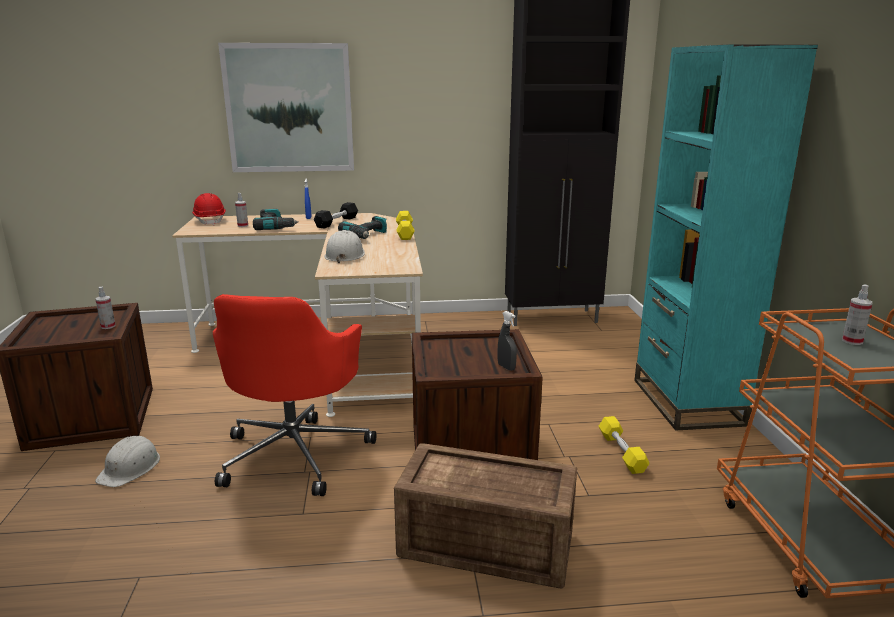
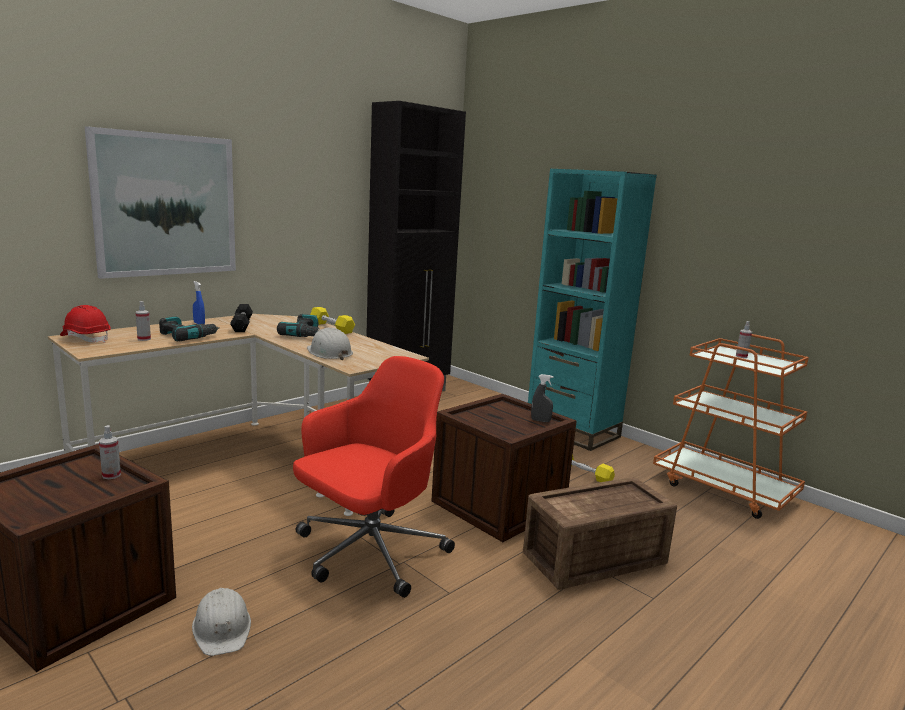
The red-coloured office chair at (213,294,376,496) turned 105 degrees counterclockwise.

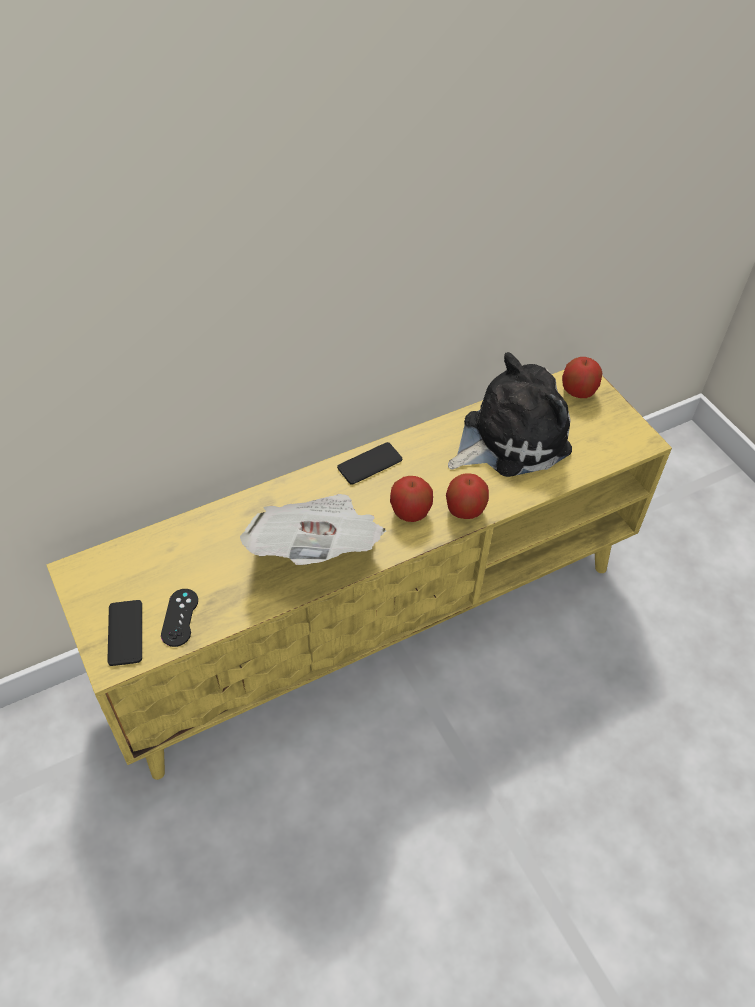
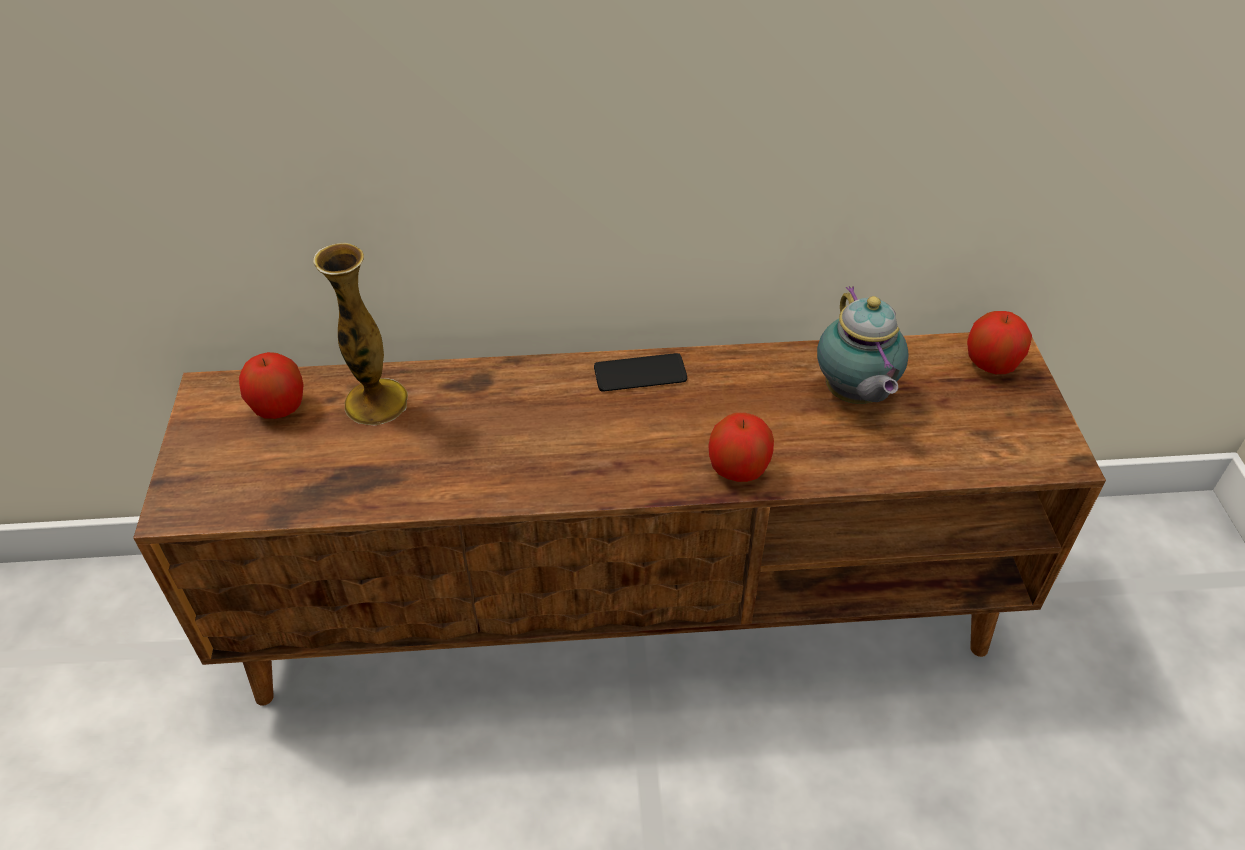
The yellow media console at (46,370,672,780) became the brown-coloured media console at (133,332,1106,706). The handset at (107,600,142,666) disappeared. The blackish gamepad at (161,589,198,647) disappeared. The daily paper at (240,494,386,565) disappeared. The apple moved from (390,476,433,522) to (239,352,304,419). The soft toy at (448,352,572,477) was replaced by the pot for tea at (817,286,909,404). The vase at (313,243,408,425) appeared.

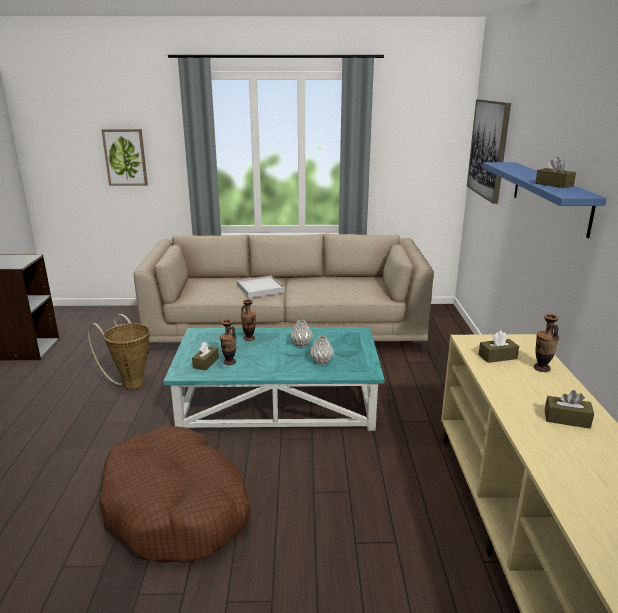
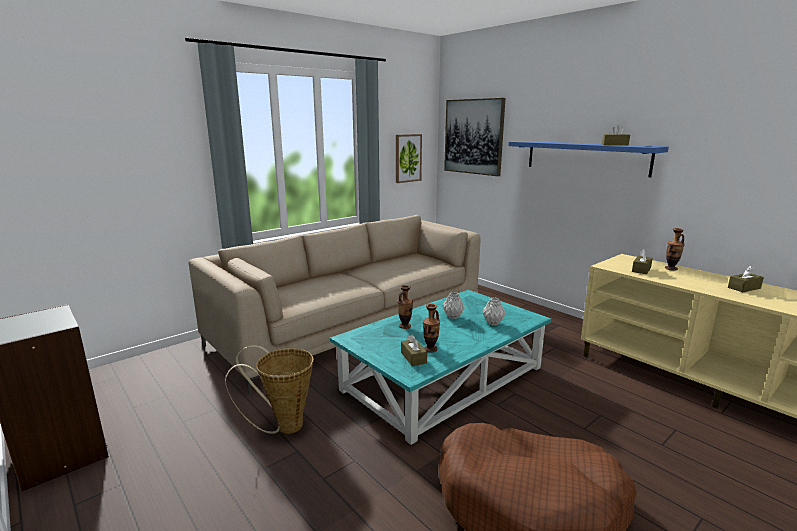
The wall picture moved from (101,129,148,186) to (396,134,422,183). The whitish tray at (237,276,285,298) disappeared.

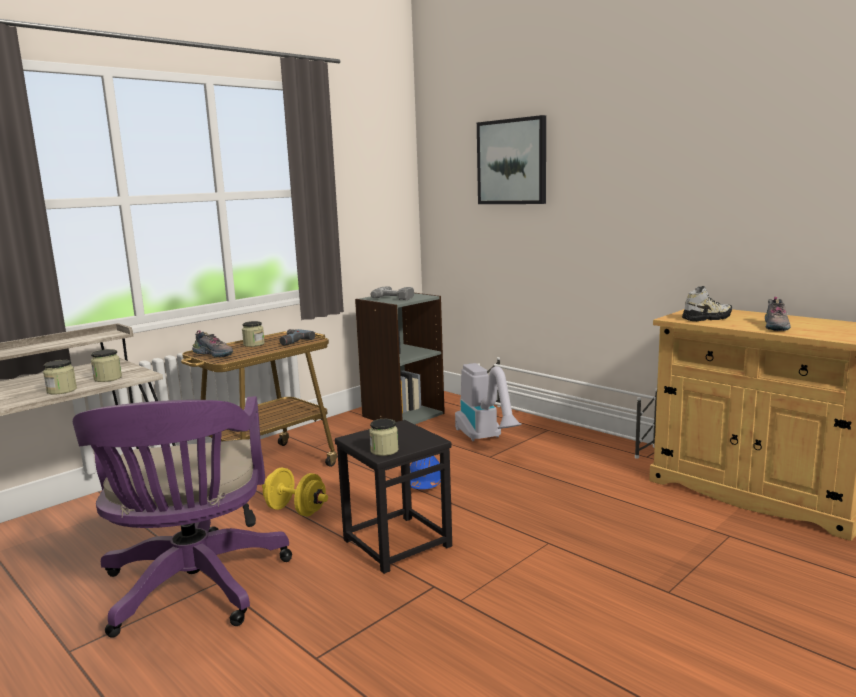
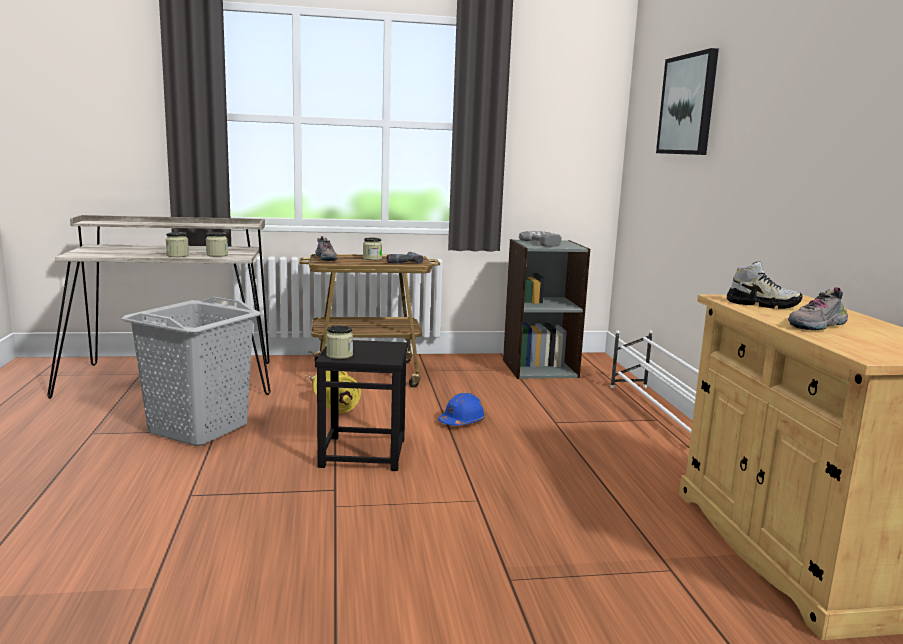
The purple-coloured office chair at (73,396,292,638) was replaced by the gray laundry basket at (121,297,261,446). The vacuum cleaner at (455,363,522,441) disappeared.

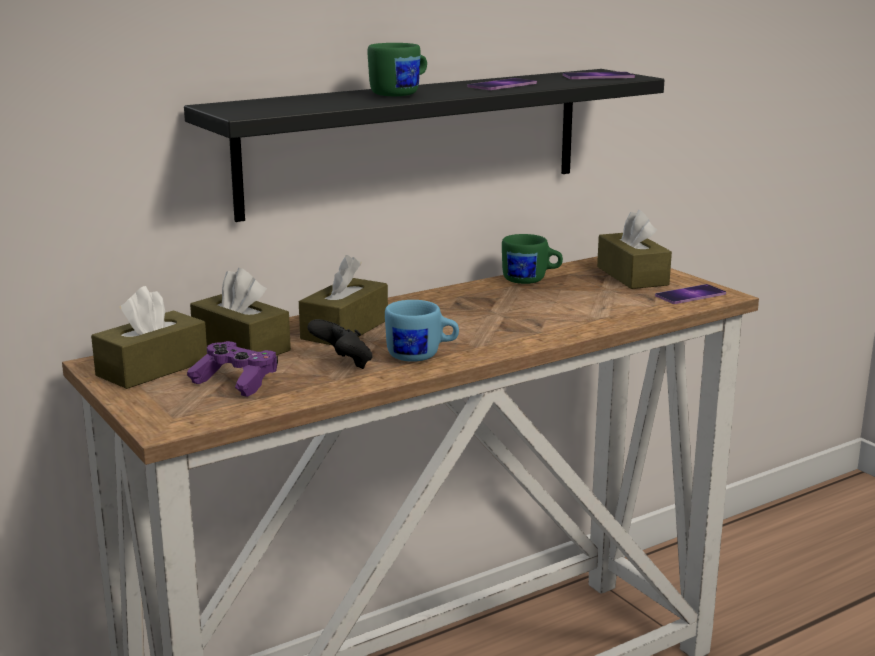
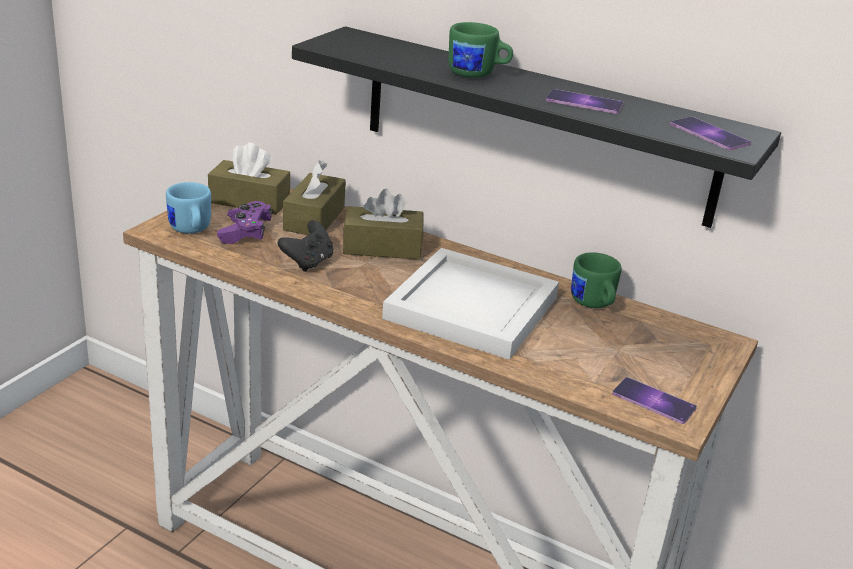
The blue-coloured tea mug moved from (385,300,459,362) to (166,182,211,233). The brown-coloured tissue holder at (597,210,672,289) disappeared. The whitish tray at (382,248,559,360) appeared.

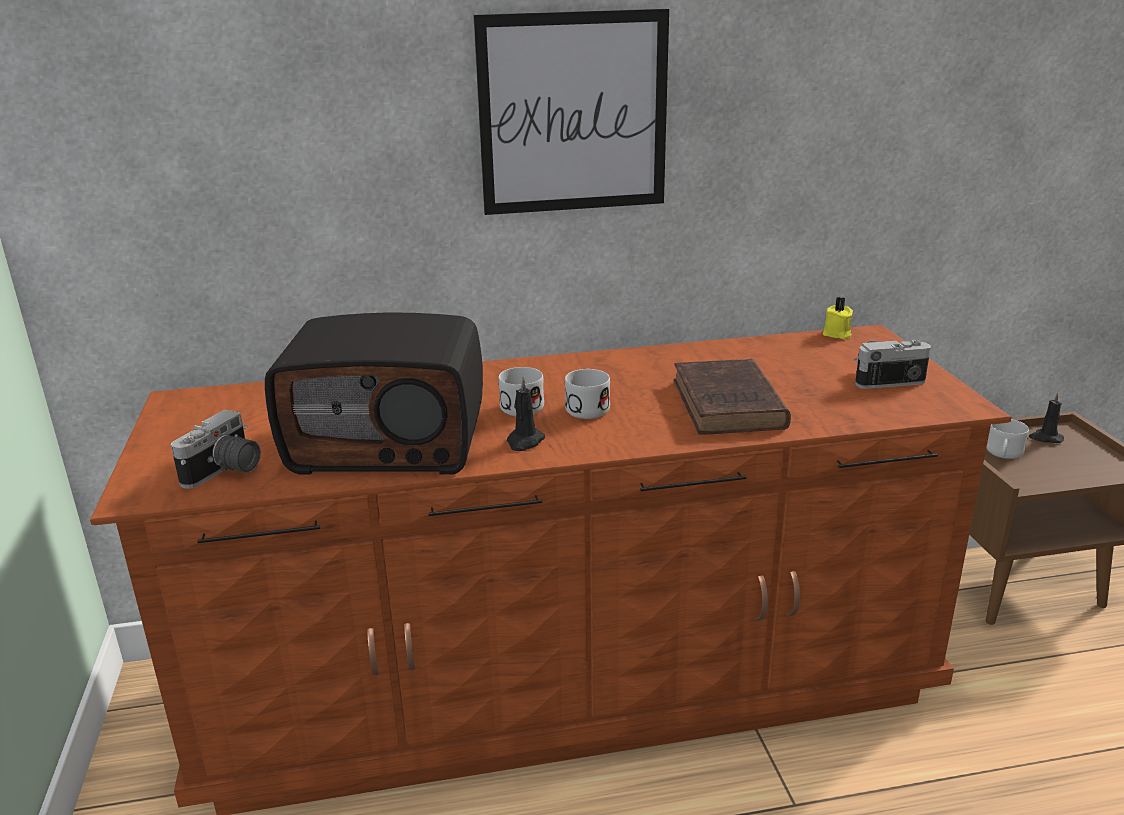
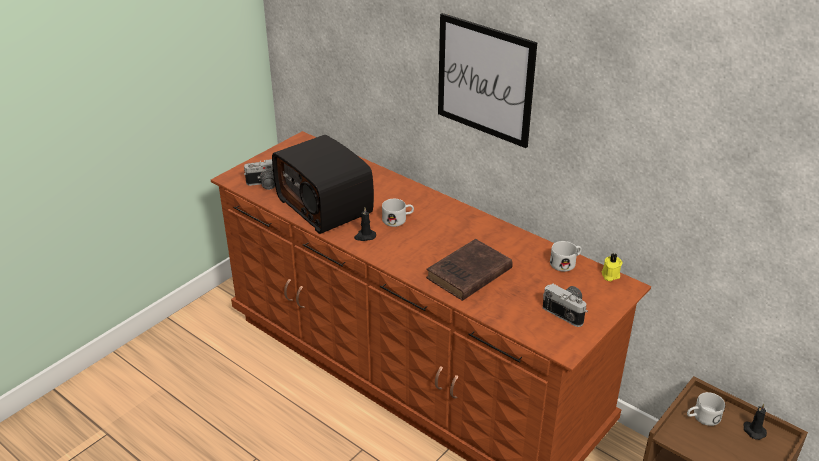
The whitish tea mug moved from (565,369,610,419) to (550,241,582,272).

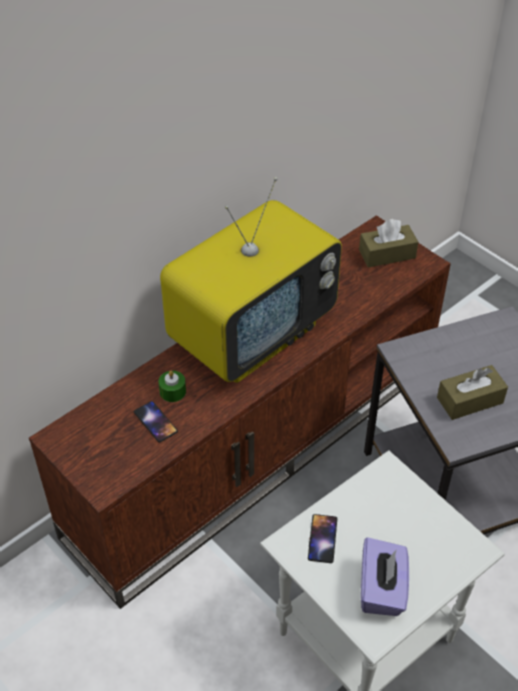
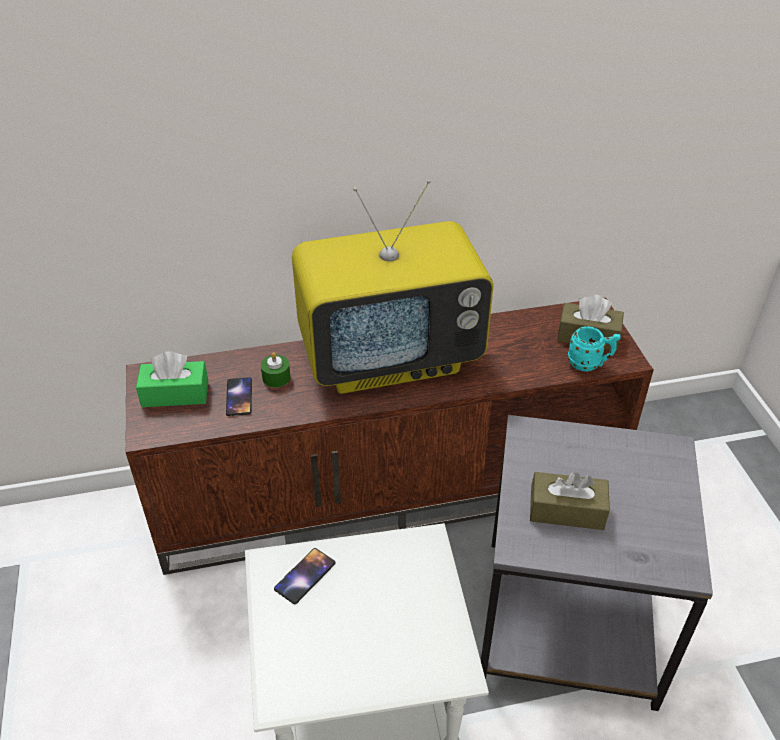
The purple-coloured tissue holder at (361,537,409,616) disappeared. The green-coloured tissue holder at (136,351,208,407) appeared. The turquoise tea mug at (568,326,621,372) appeared.

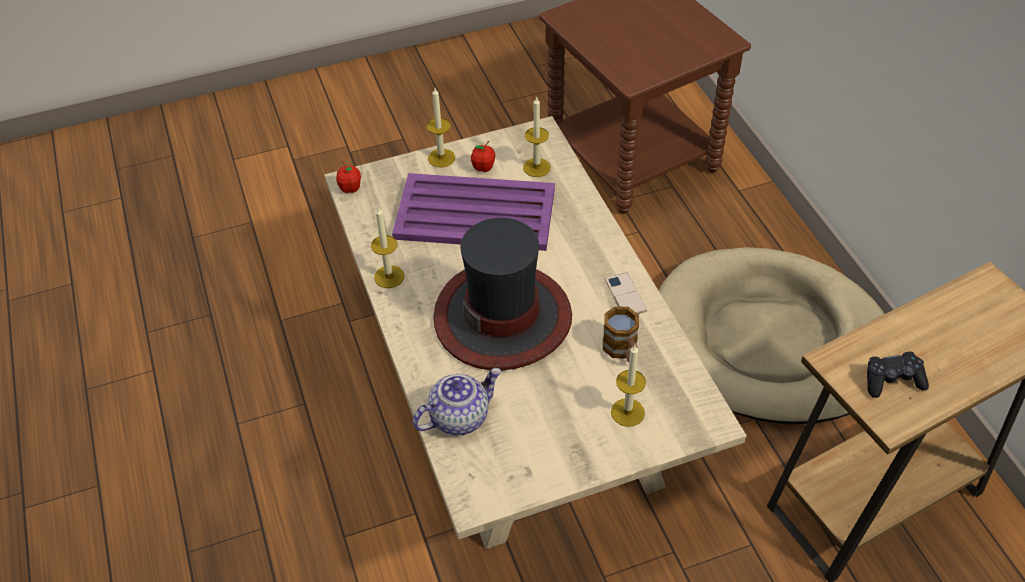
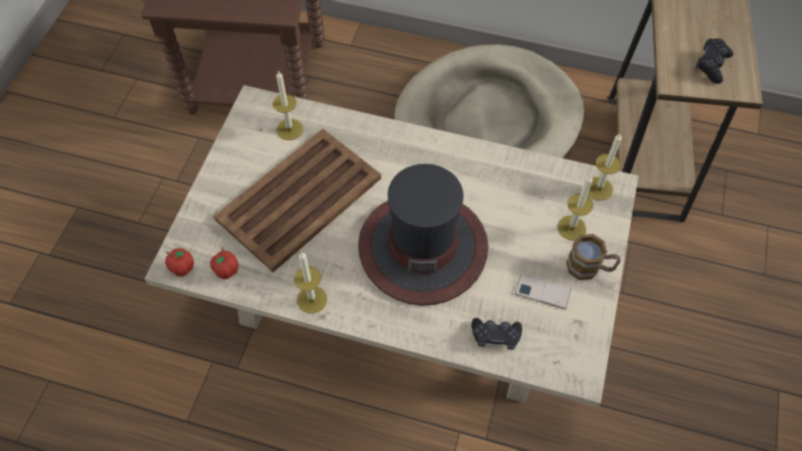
The purple-coloured tray at (392,173,555,251) became the brown-coloured tray at (214,129,381,272). The pot for tea at (412,368,501,435) was replaced by the blackish gamepad at (471,318,522,350). The wax light moved from (427,88,455,167) to (588,133,622,200). The apple moved from (471,141,495,172) to (210,247,238,279). The tea mug moved from (603,306,639,362) to (566,234,620,280). The handset moved from (605,272,647,314) to (515,274,572,310).

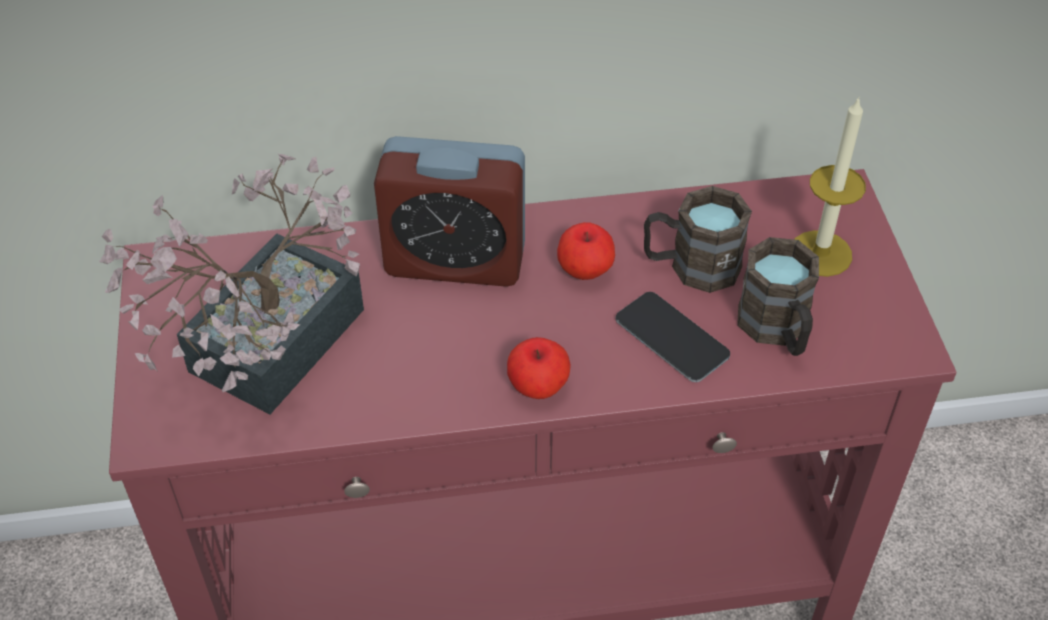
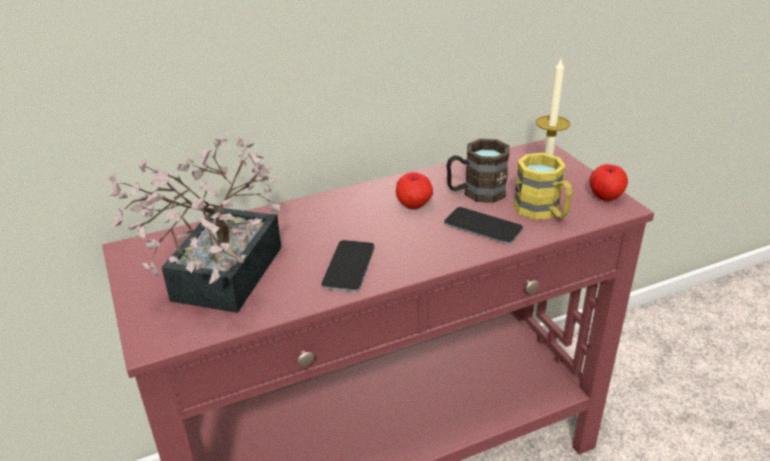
The alarm clock at (374,136,525,287) disappeared. The apple moved from (507,337,571,399) to (589,164,628,201). The brown-coloured tea mug at (737,237,819,356) became the yellow tea mug at (513,153,573,220). The handset at (321,240,375,292) appeared.

